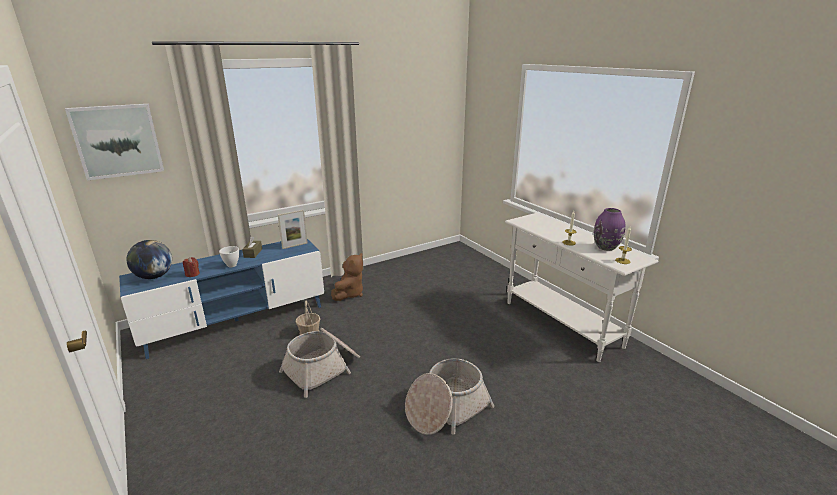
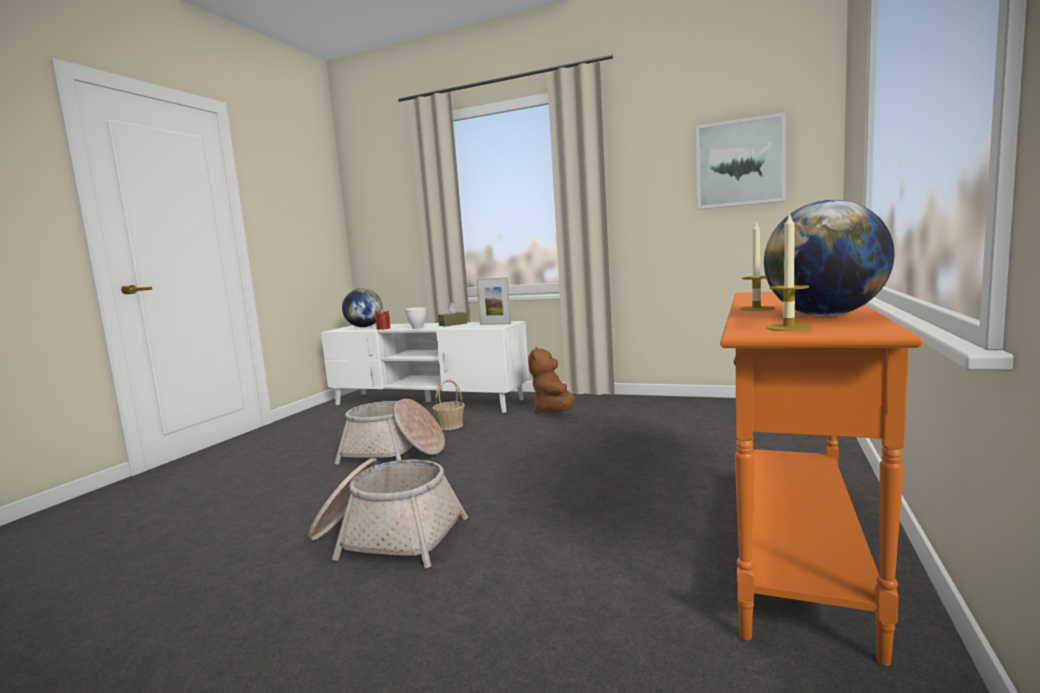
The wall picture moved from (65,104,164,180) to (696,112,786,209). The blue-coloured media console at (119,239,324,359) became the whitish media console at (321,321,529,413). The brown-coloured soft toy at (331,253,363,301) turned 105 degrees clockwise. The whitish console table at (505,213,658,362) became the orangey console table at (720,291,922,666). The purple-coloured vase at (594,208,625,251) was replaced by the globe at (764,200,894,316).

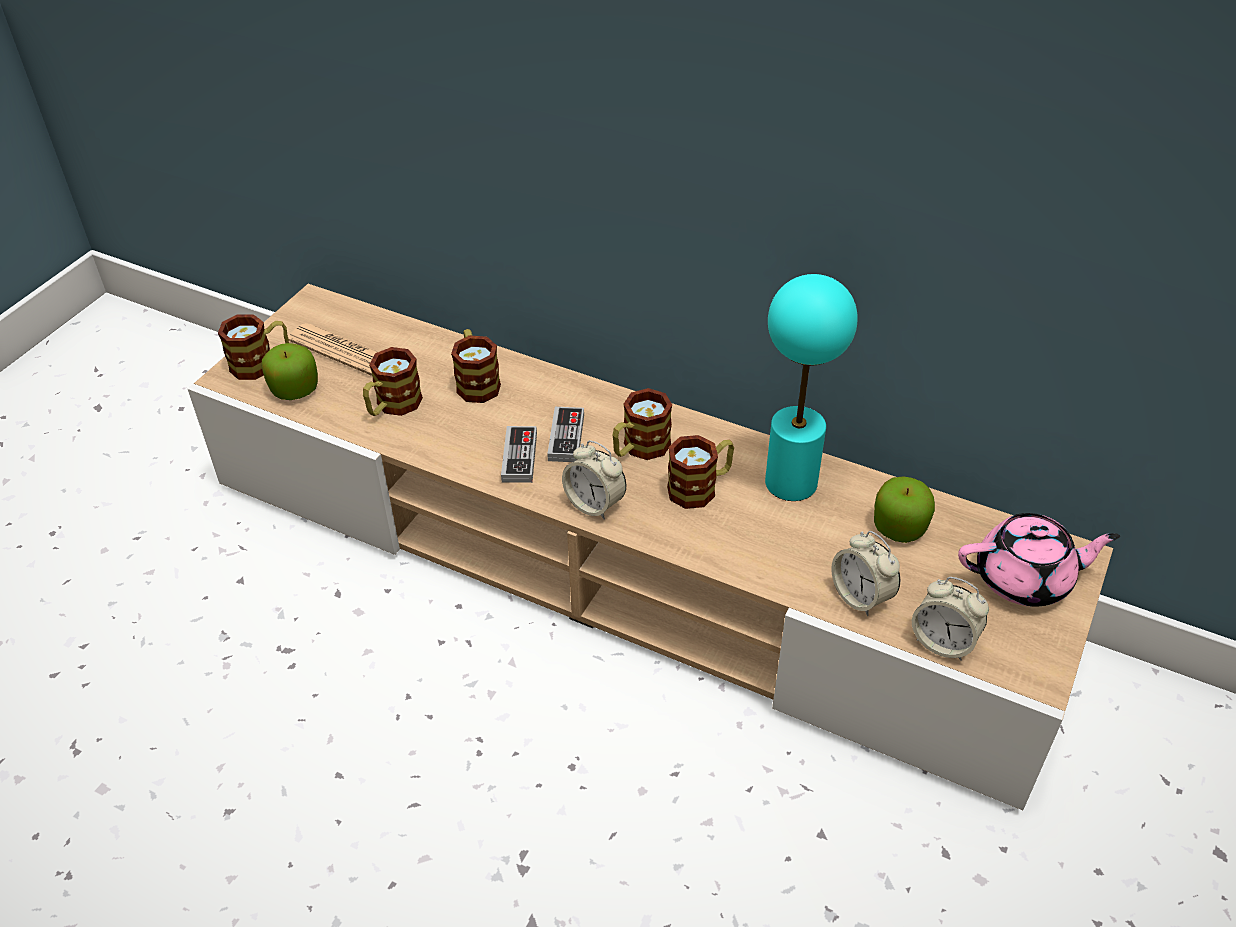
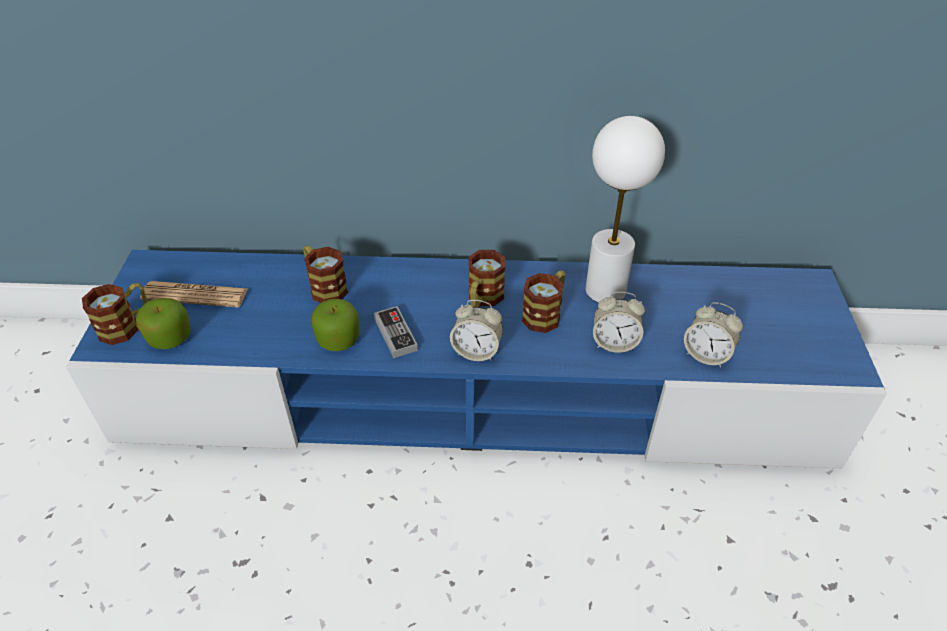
The beige-coloured media console at (188,284,1113,810) became the blue-coloured media console at (66,250,887,468). The tea mug at (363,347,423,416) disappeared. The gamepad at (547,407,584,462) disappeared. The turquoise table lamp at (765,274,858,501) became the whitish table lamp at (585,116,665,303). The apple moved from (874,476,935,543) to (312,299,359,351). The alarm clock moved from (912,577,989,661) to (593,292,645,353). The pink pot for tea at (958,513,1120,607) disappeared.

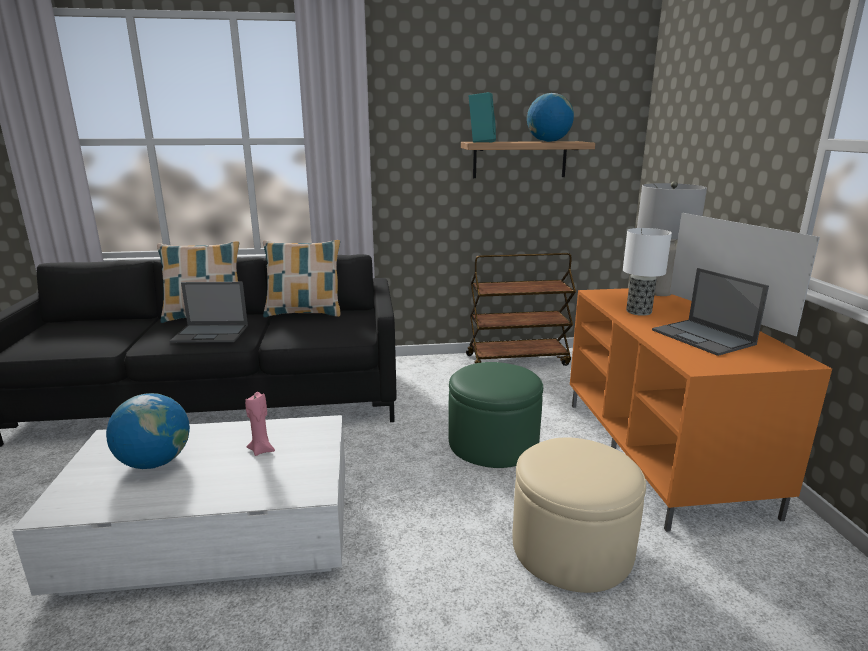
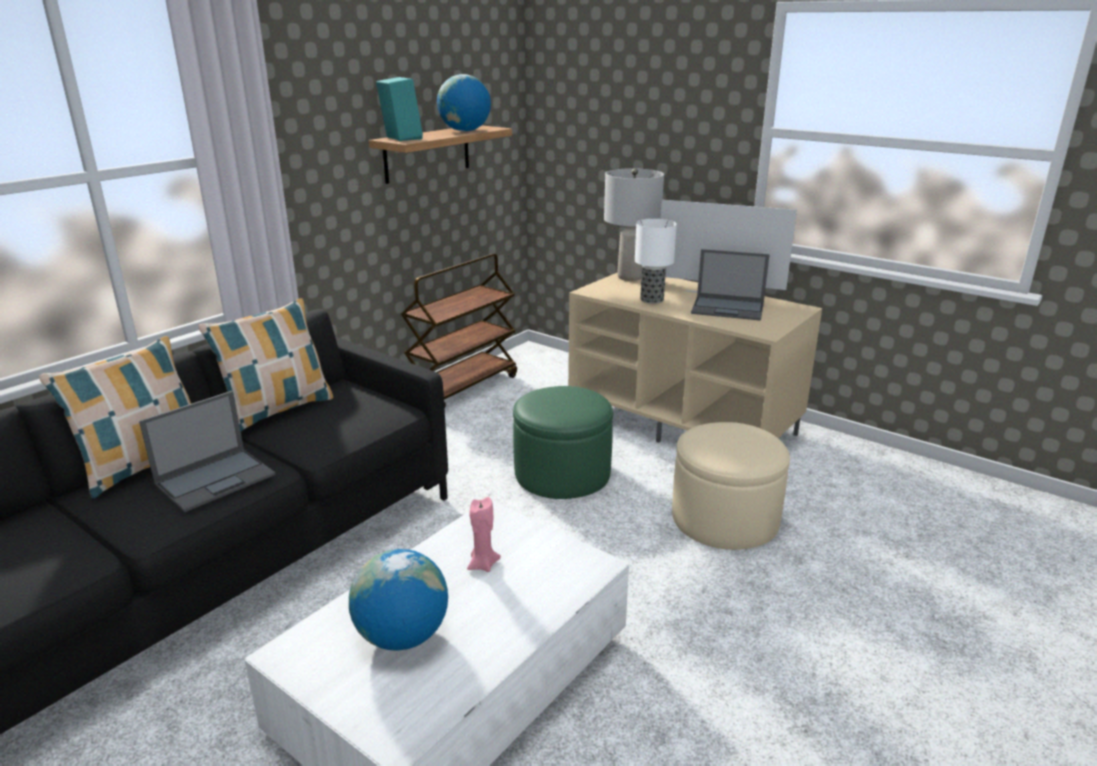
The orangey media console at (570,288,832,532) became the beige-coloured media console at (568,273,822,443).

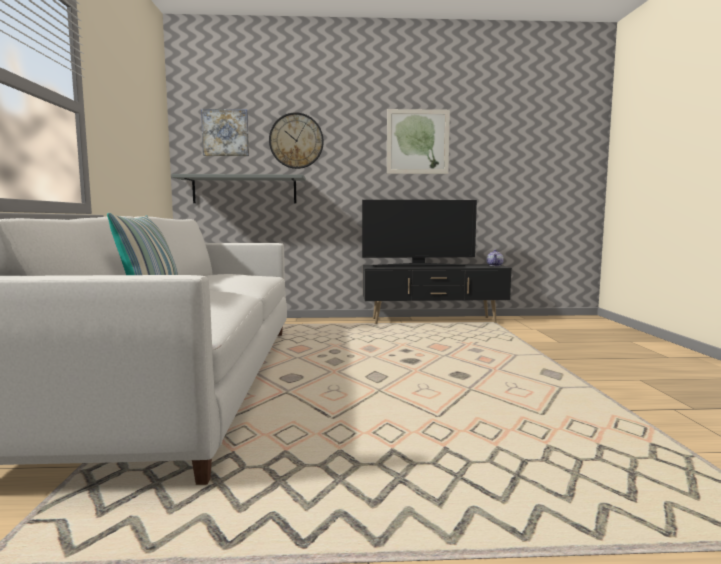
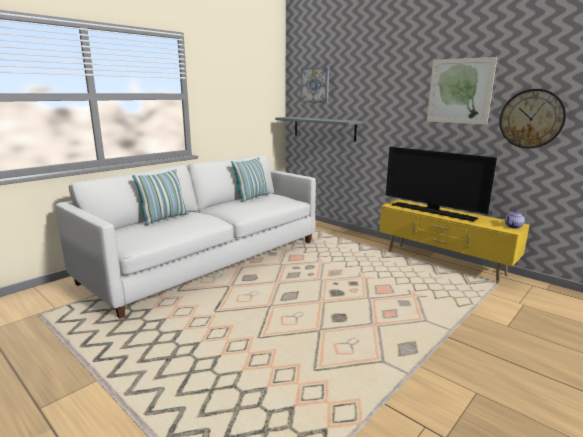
The wall clock moved from (269,112,324,169) to (499,89,566,149). The blackish media console at (363,264,512,324) became the yellow media console at (379,199,530,284). The throw pillow at (231,157,269,202) appeared.

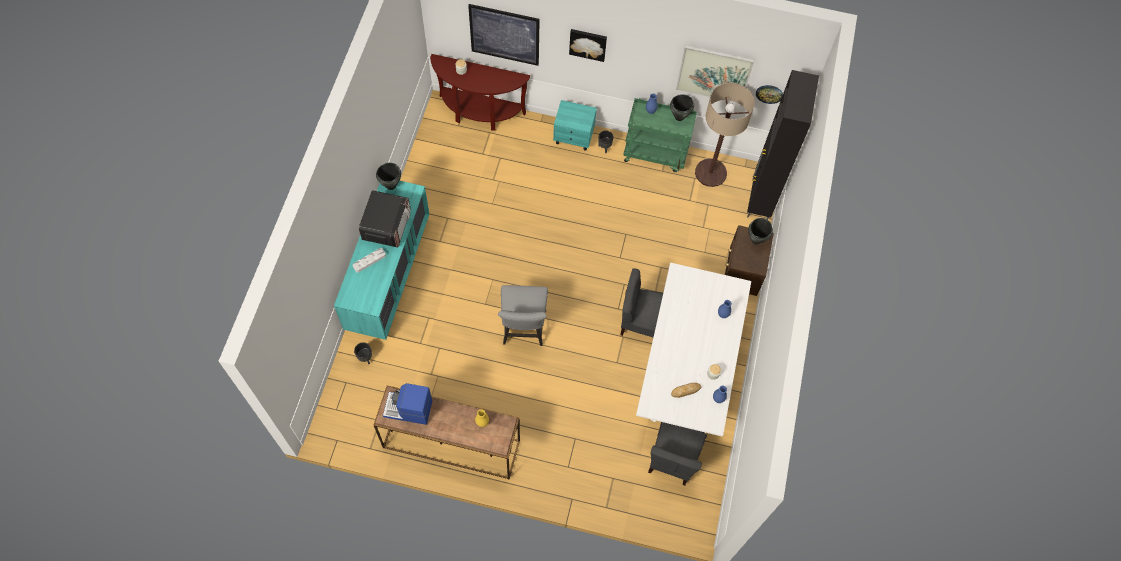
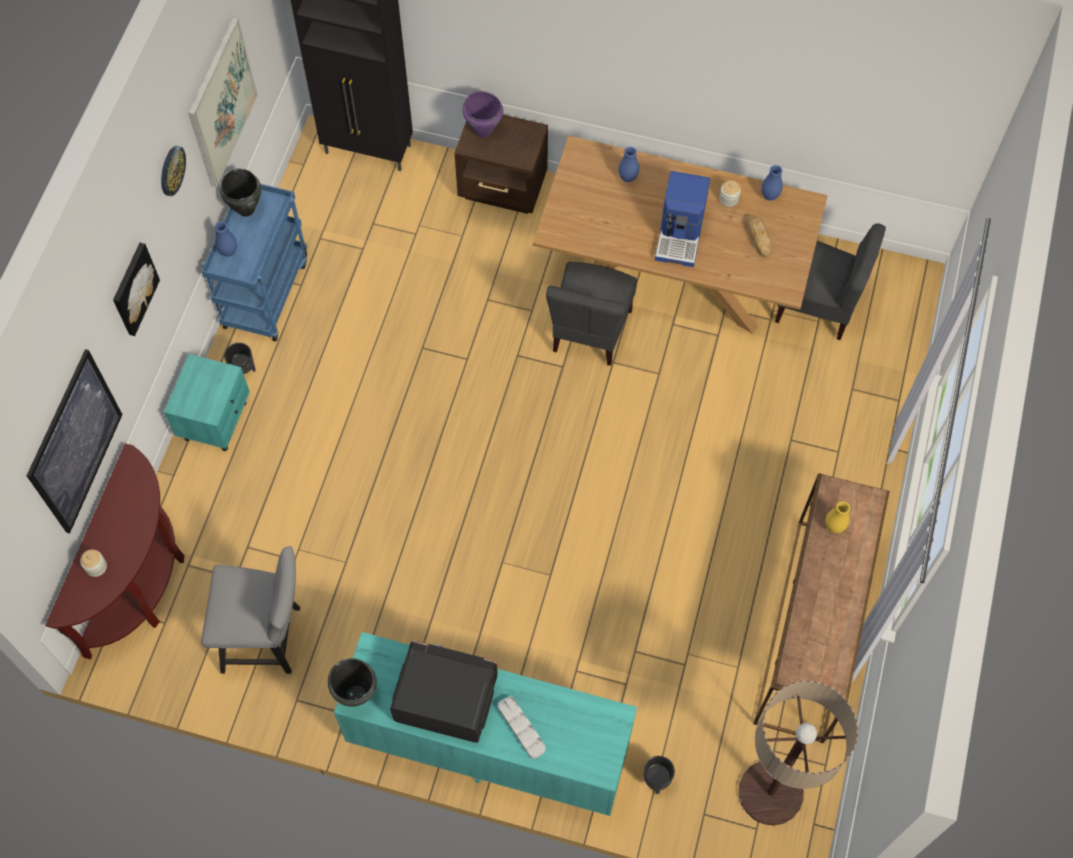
The coffee machine moved from (383,383,432,425) to (655,171,710,267). The gray chair moved from (498,285,548,346) to (201,546,300,674). The green-coloured trolley at (623,98,697,172) became the blue-coloured trolley at (201,184,307,342). The whitish dining table at (636,262,751,437) became the brown-coloured dining table at (533,136,828,334). The standing lamp moved from (695,83,755,187) to (739,681,858,825). The blackish saucepot at (748,218,773,245) became the purple-coloured saucepot at (462,91,503,138). The wall clock moved from (756,85,783,104) to (161,146,186,196).

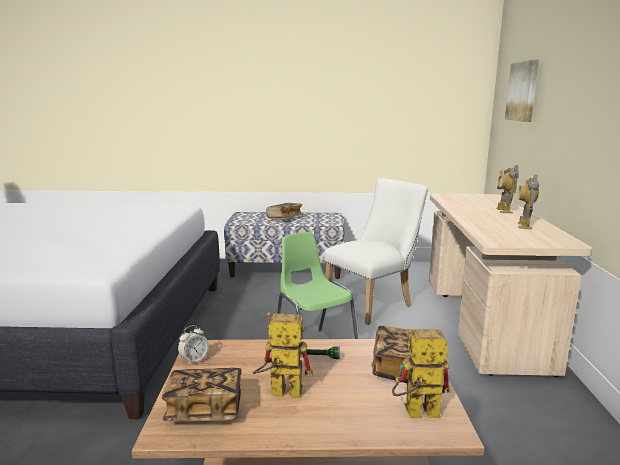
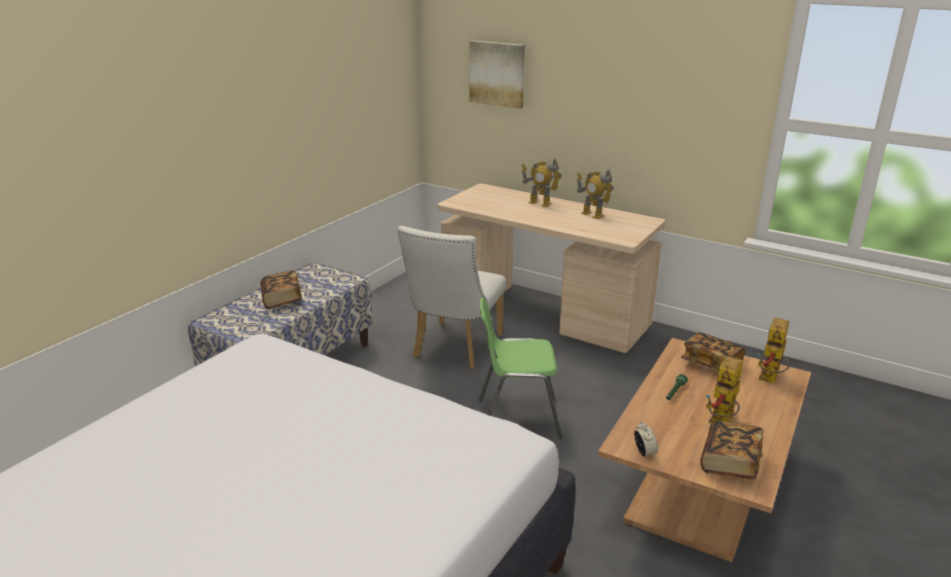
The whitish chair at (324,178,428,325) turned 150 degrees counterclockwise.

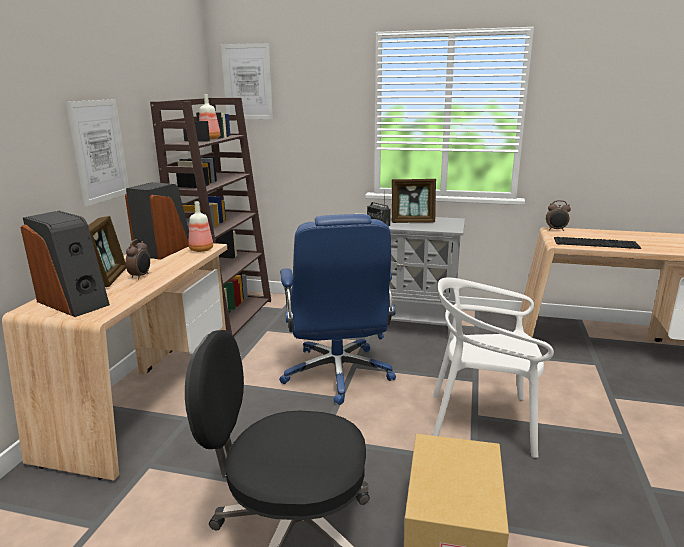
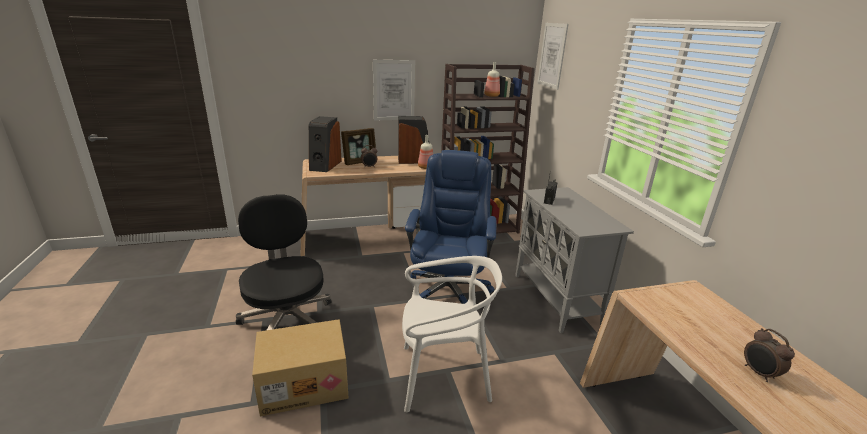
The blue-coloured office chair at (279,214,396,405) turned 135 degrees clockwise. The standing frame at (392,179,436,223) disappeared. The whitish chair at (433,277,554,458) turned 105 degrees clockwise. The alarm clock moved from (546,200,571,231) to (744,328,795,382). The keyboard at (554,237,641,249) disappeared.

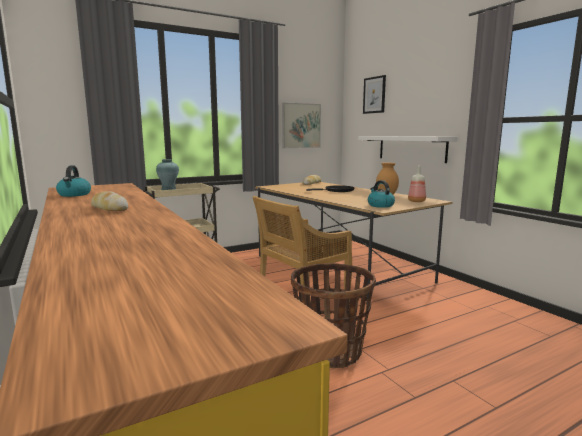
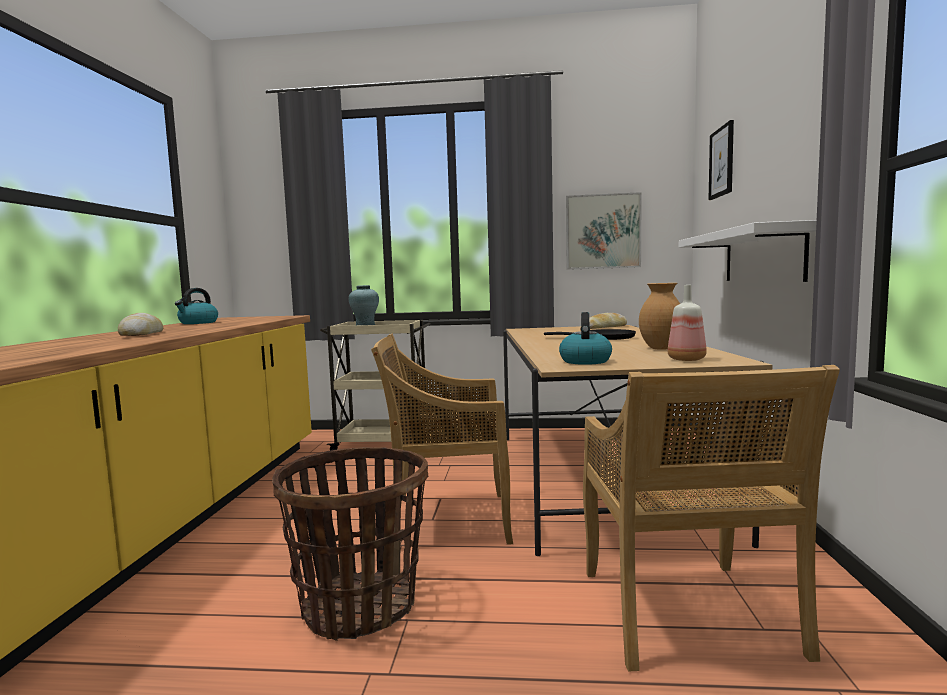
The beige-coloured chair at (583,365,840,671) appeared.

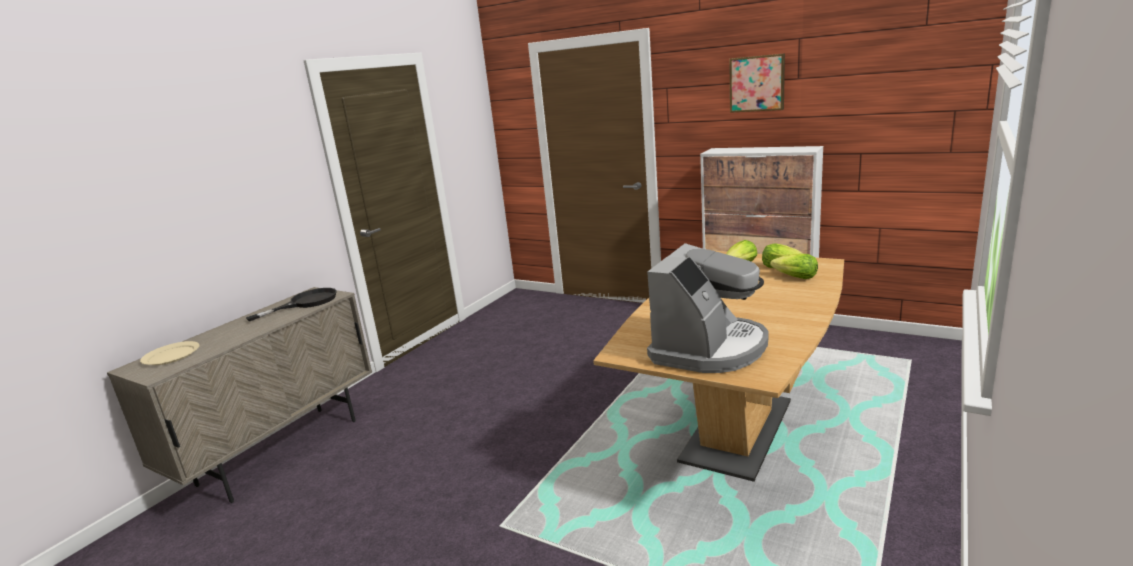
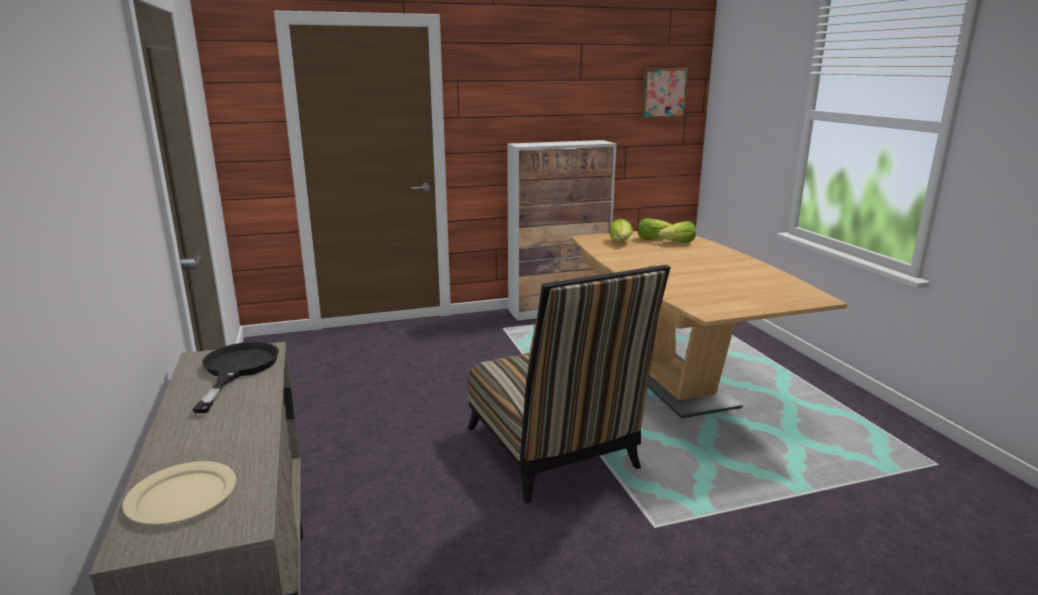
The coffee machine at (647,243,769,373) disappeared. The wall picture moved from (729,53,785,113) to (641,69,688,118). The chair at (468,265,671,504) appeared.

